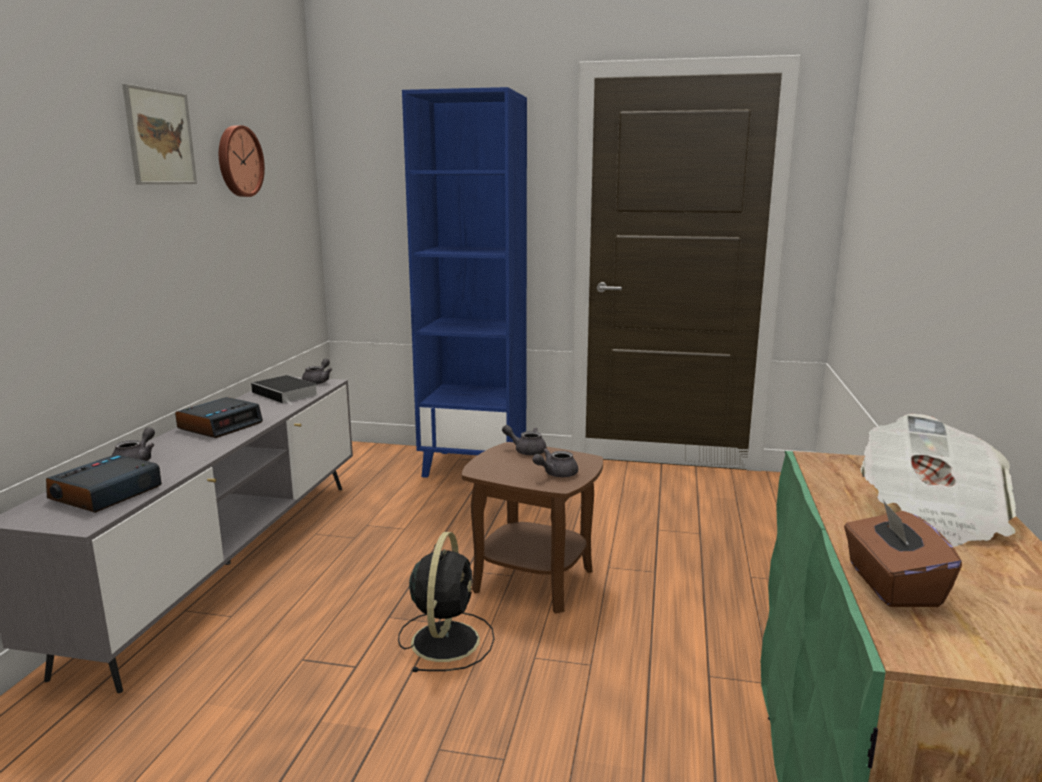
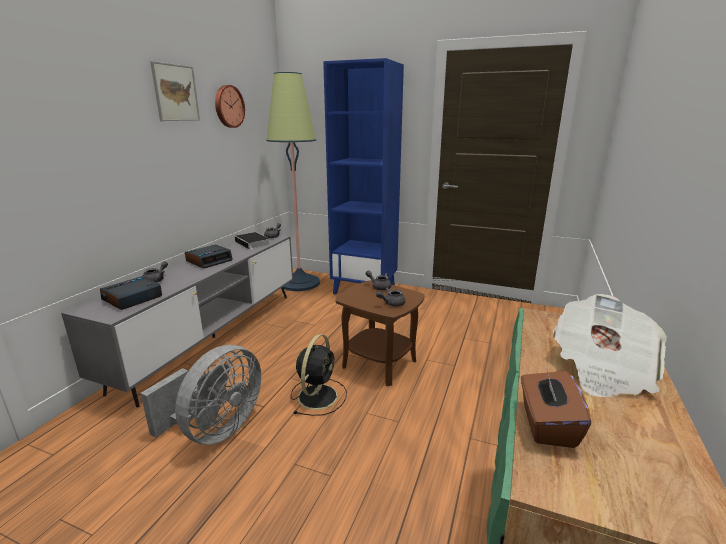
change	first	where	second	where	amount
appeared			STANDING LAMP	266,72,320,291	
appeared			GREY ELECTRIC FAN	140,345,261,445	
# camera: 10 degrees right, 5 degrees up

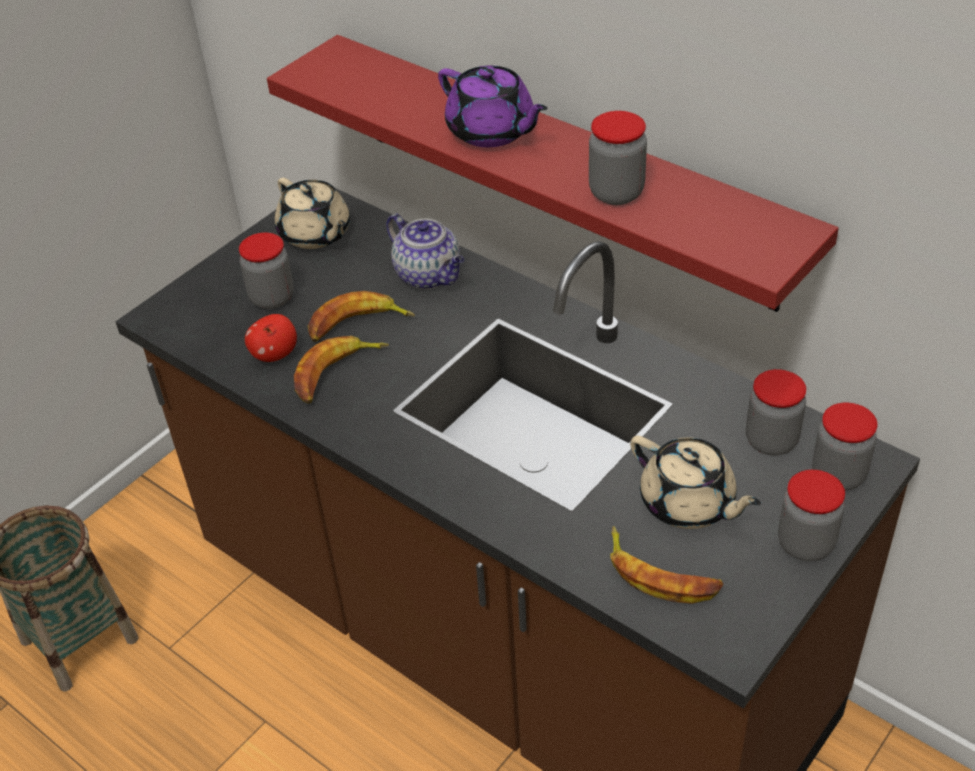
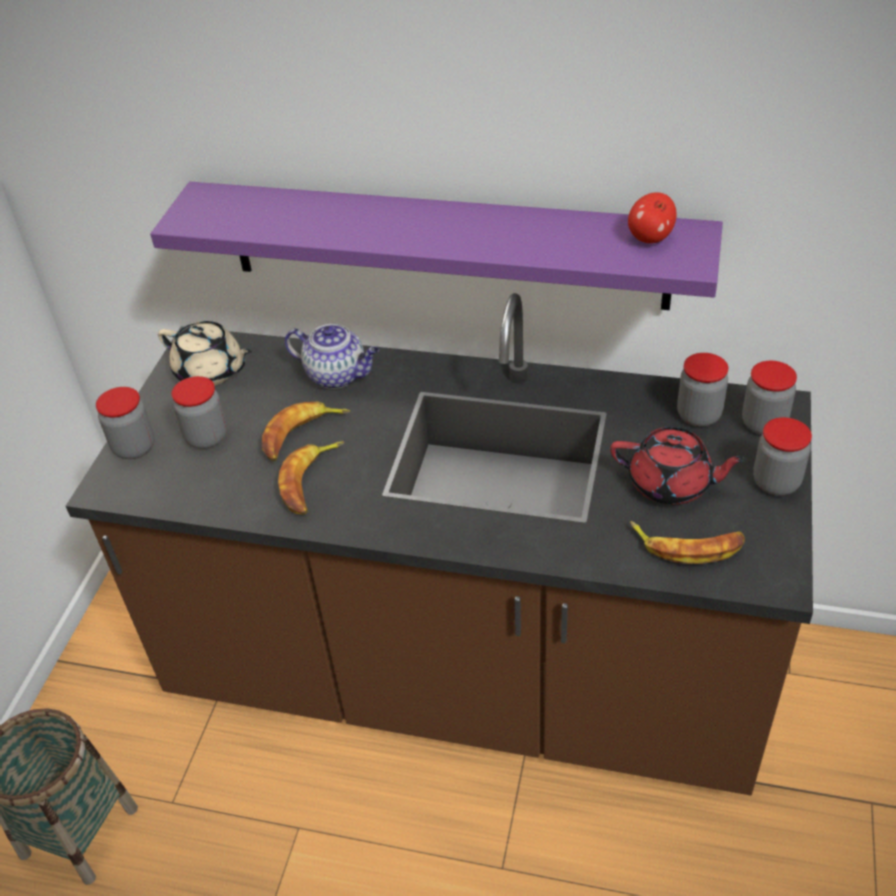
change	first	where	second	where	amount
colour	RED-COLOURED SHELF	267,35,839,312	PURPLE SHELF	150,182,723,310	
missing	PURPLE TEAPOT	438,65,548,147			
relocated	JAR	589,111,647,205		96,387,154,459	
relocated	APPLE FRUIT	245,314,297,362		628,192,677,243	
colour	BEIGE-COLOURED TEAPOT	630,435,761,529	RED-COLOURED TEAPOT	610,427,747,504	
# camera: 25 degrees left, 0 degrees up

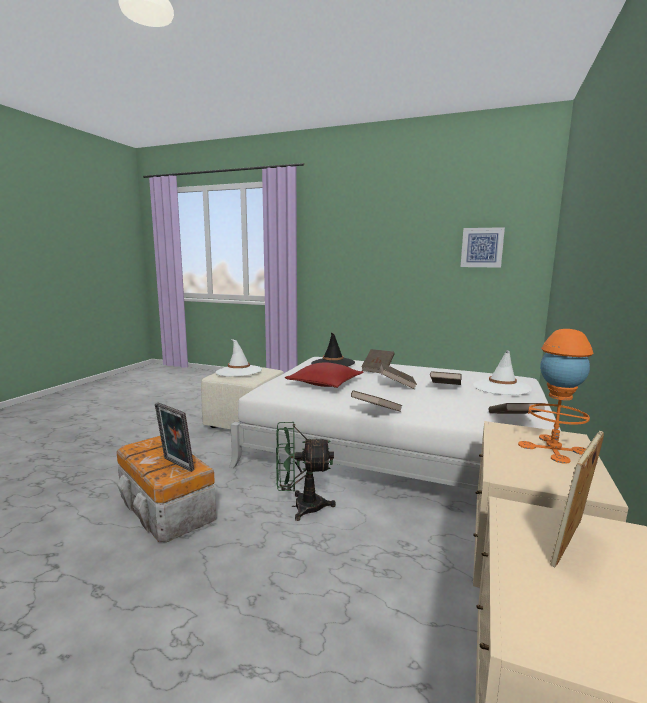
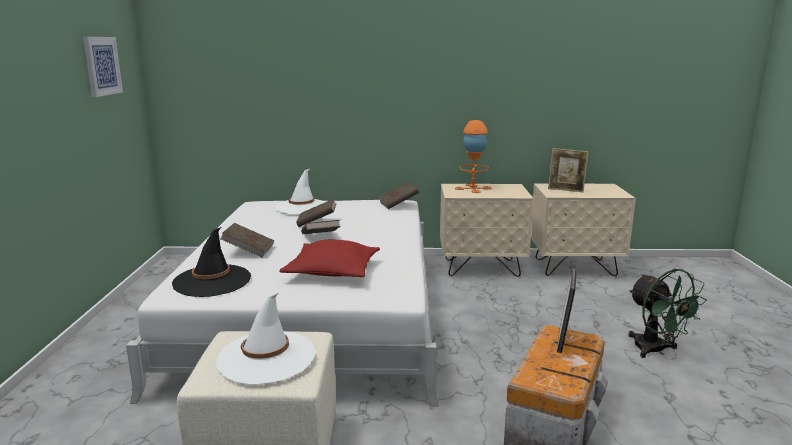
change	first	where	second	where	amount
missing	BROWNISH BOOK	351,390,403,412			
relocated	GREEN ELECTRIC FAN	276,422,336,521		628,268,707,358	
# camera: 110 degrees left, 5 degrees up

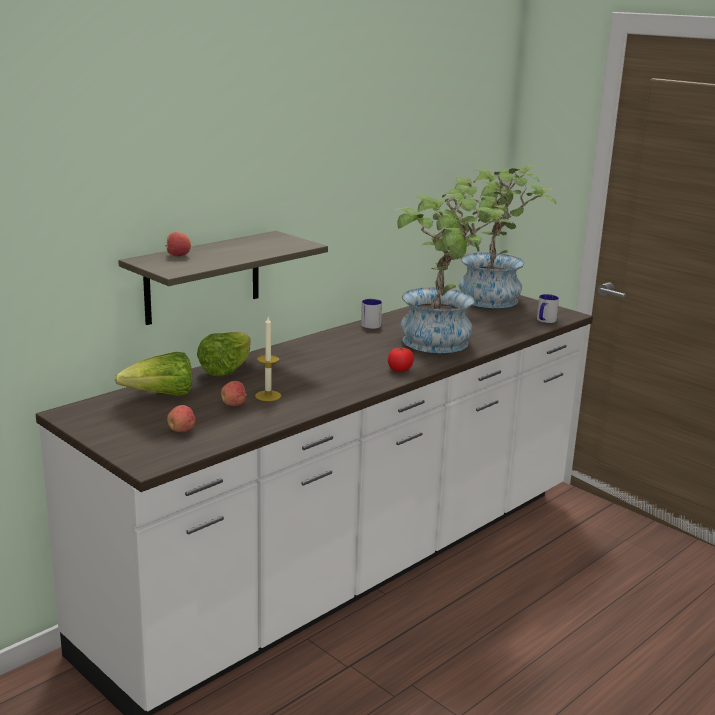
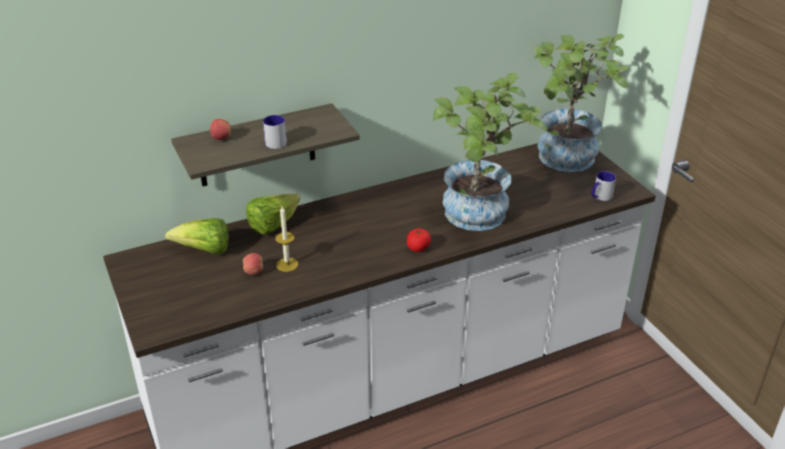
change	first	where	second	where	amount
relocated	COFFEE MUG	361,299,382,329		263,115,287,149	
missing	APPLE FRUIT	167,405,195,432			
# camera: 20 degrees right, 15 degrees up

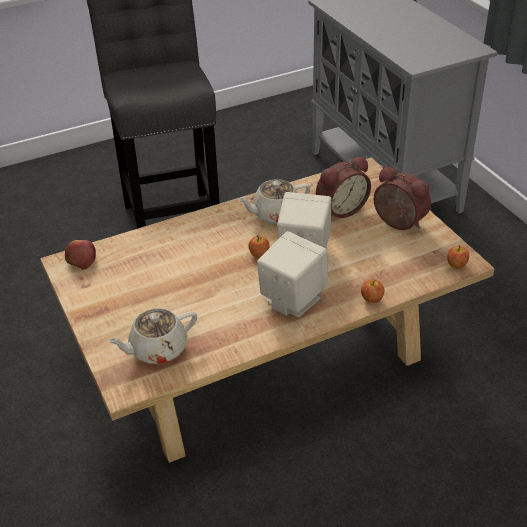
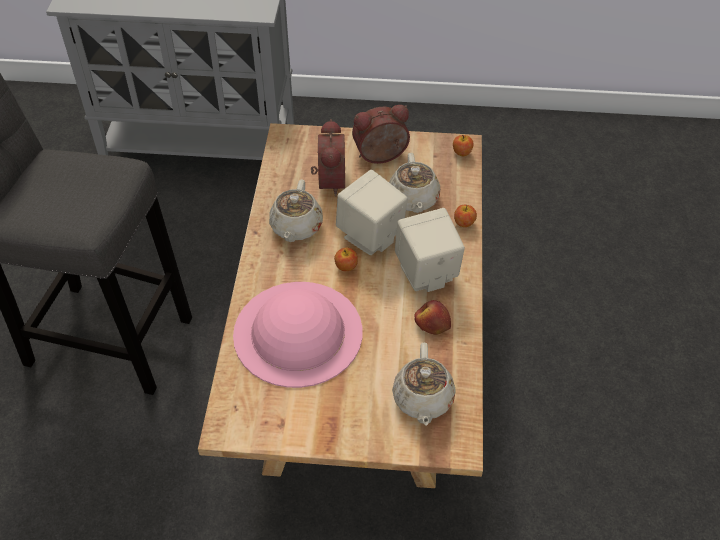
change	first	where	second	where	amount
relocated	APPLE FRUIT	65,240,96,270		415,300,451,335	
appeared			BEIGE-COLOURED TEAPOT	389,153,440,213	
appeared			PINKISH CLOTHING HAT	233,282,363,388	
# camera: 60 degrees left, 10 degrees up

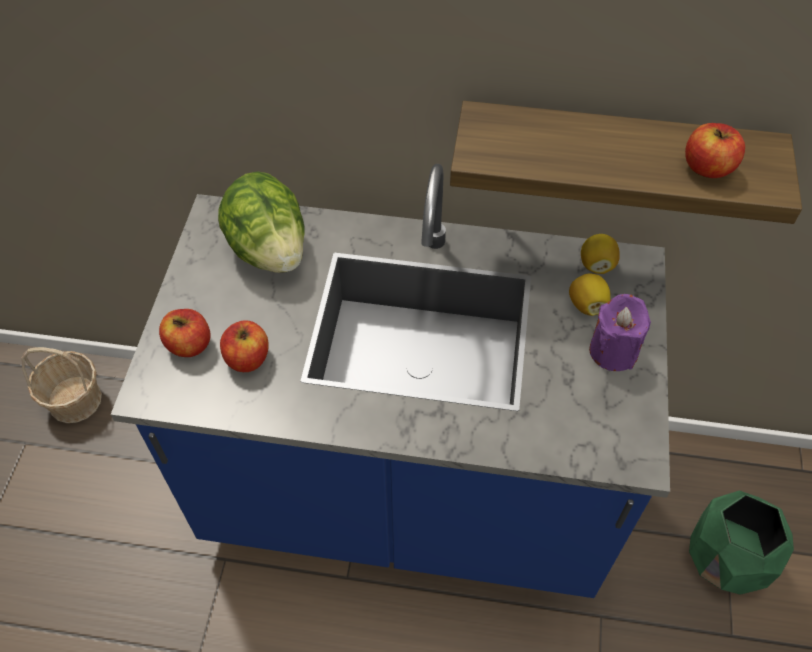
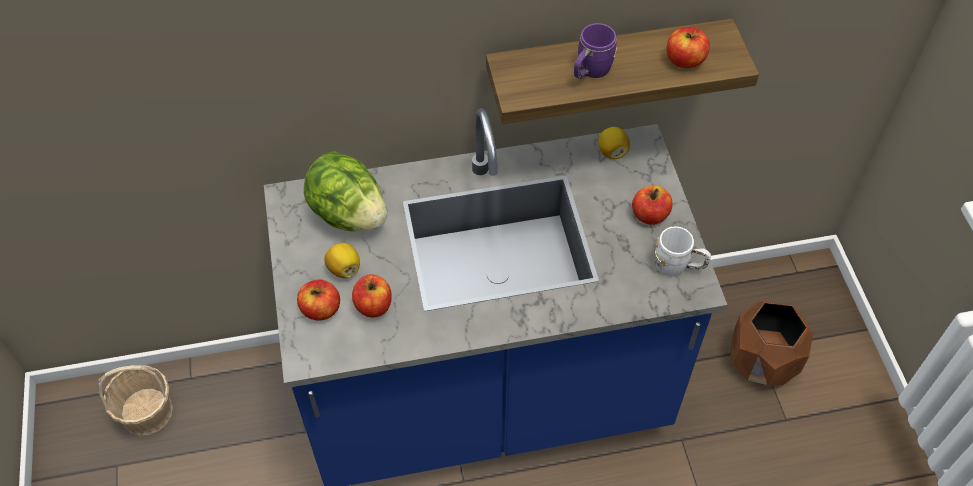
change	first	where	second	where	amount
relocated	CITRUS FRUIT	569,273,611,316		325,243,360,278	
exchanged	PURPLE CANDLE	589,294,651,371	APPLE FRUIT	632,186,673,225	
colour	GREEN PLANT POT	689,491,794,595	BROWNISH PLANT POT	730,301,813,385	
appeared			PURPLE COFFEE MUG	574,23,617,79	
appeared			WHITISH COFFEE MUG	654,226,711,276	
# camera: 20 degrees left, 0 degrees up

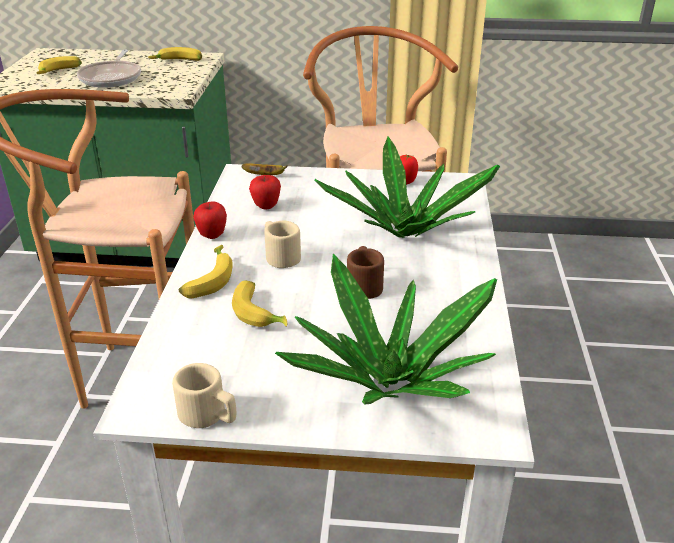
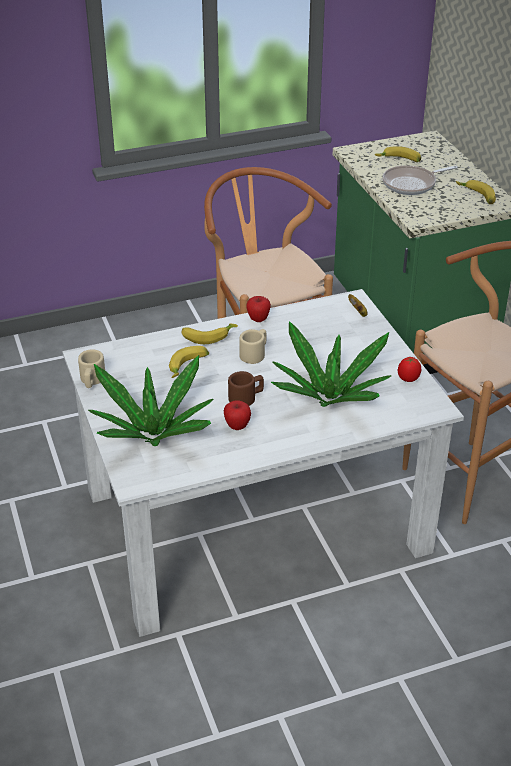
change	first	where	second	where	amount
relocated	APPLE FRUIT	249,175,281,209		224,400,251,430	
# camera: 65 degrees right, 5 degrees up

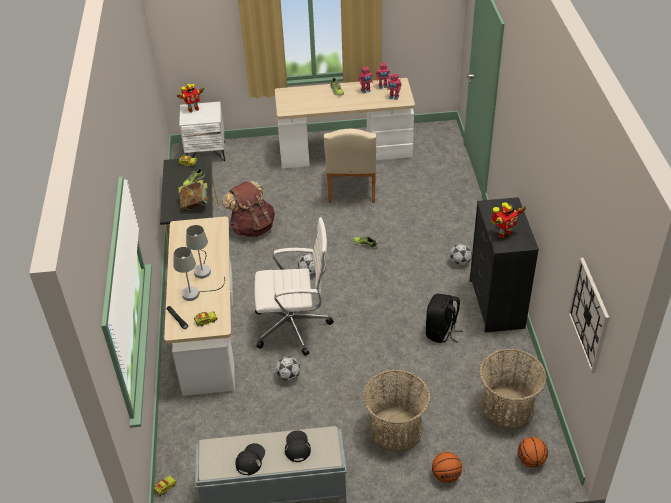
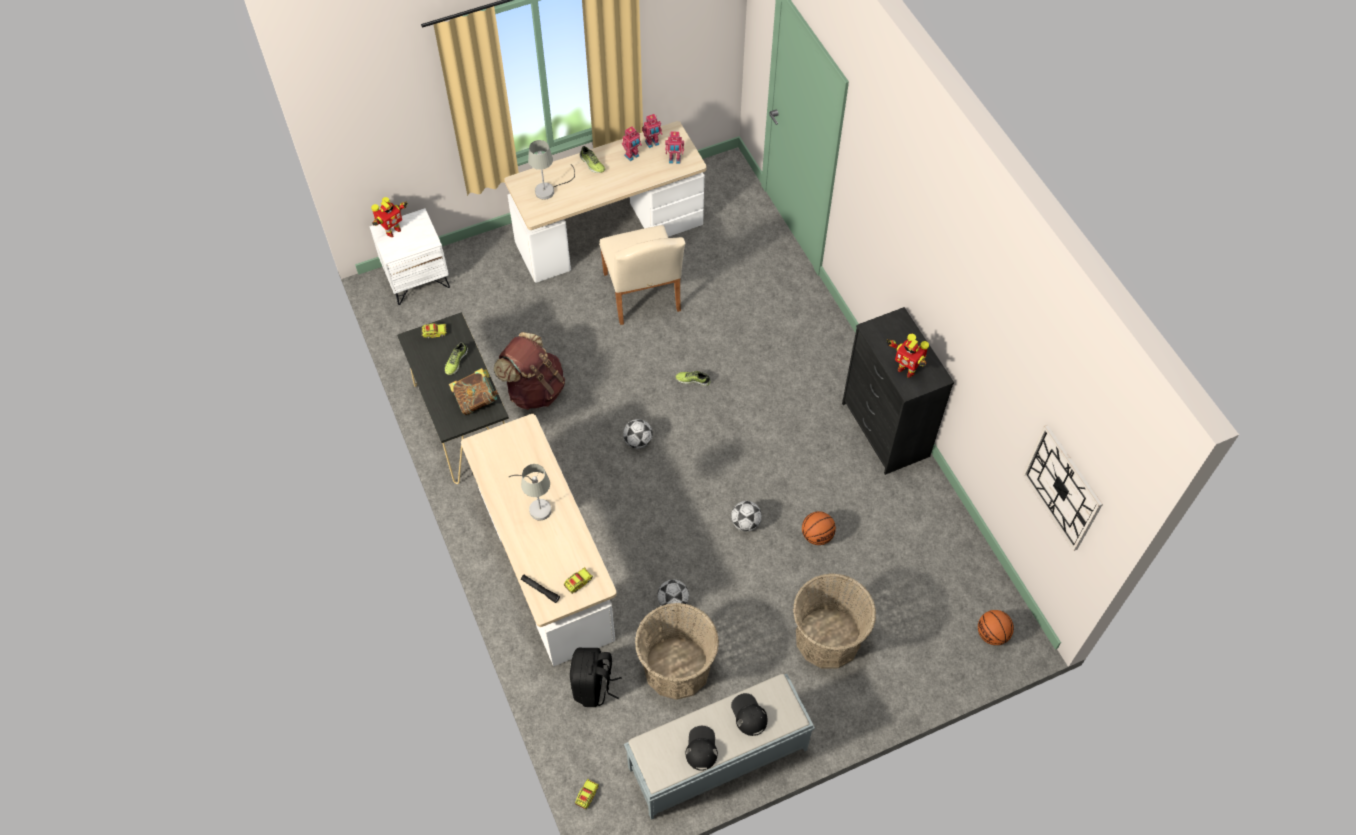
change	first	where	second	where	amount
spun	ROBOT FIGURE	492,202,526,239		887,334,929,378	90 degrees clockwise
missing	WHITISH DESK CHAIR	255,217,334,356			
relocated	FOOTBALL BALL	450,244,472,266		731,501,762,532	
relocated	GREY TABLETOP LAMP	173,247,225,301		528,140,575,200	
relocated	BLACKISH KNAPSACK	426,294,463,343		570,648,622,707	
relocated	BASKET	479,348,547,429		635,603,719,700	
relocated	BASKETBALL BALL	432,452,462,483		802,511,836,545	
# camera: 20 degrees left, 15 degrees up

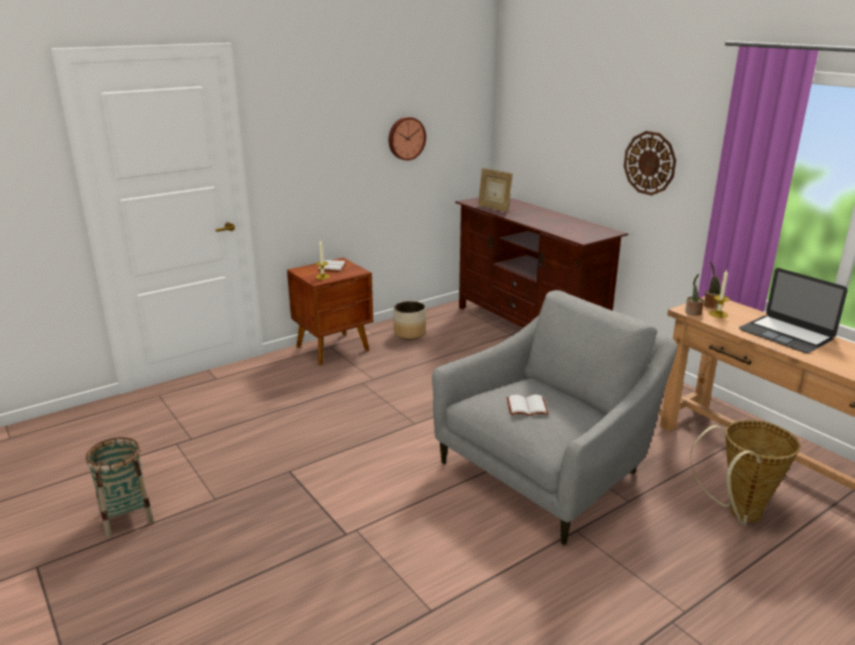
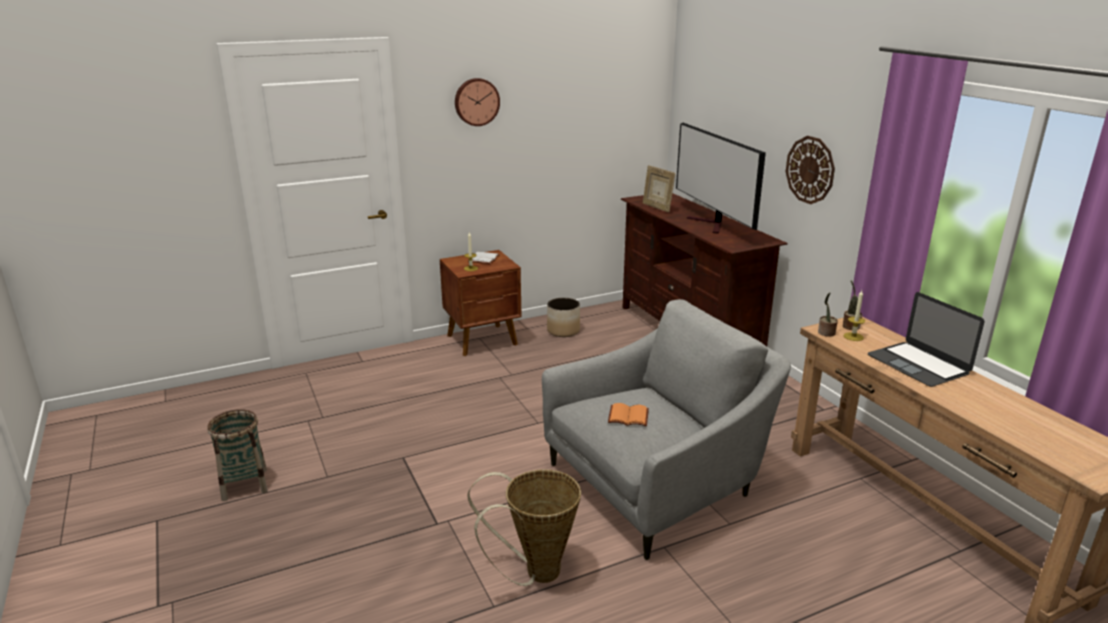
change	first	where	second	where	amount
relocated	CLOCK ON THE WALL	389,117,426,161		455,78,500,126	
colour	WHITISH BOOK	507,395,549,416	ORANGE BOOK	608,403,649,426	
relocated	BASKET	690,420,800,526		467,469,581,586	
appeared			TELEVISION	676,122,766,234	
# camera: 10 degrees right, 0 degrees up

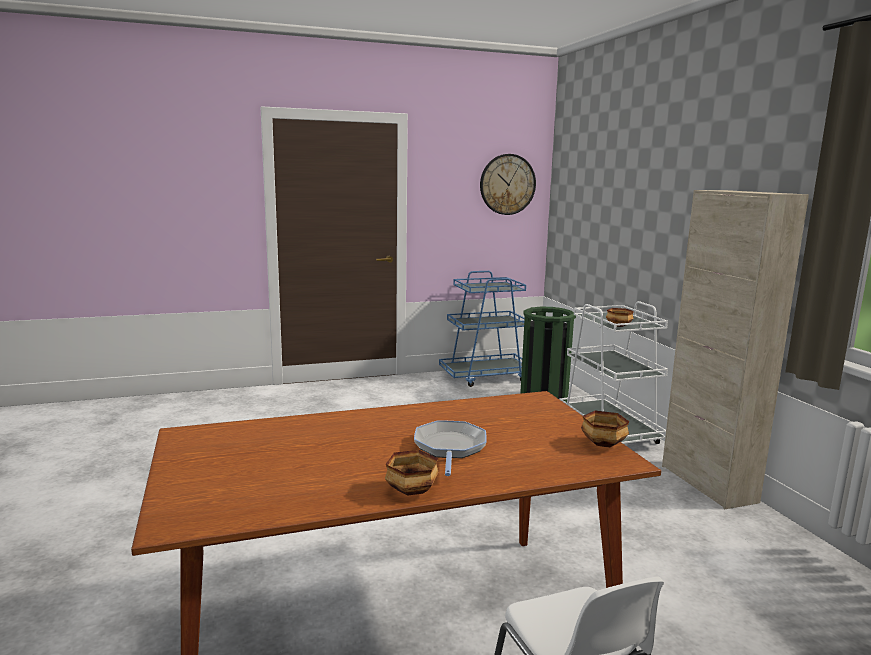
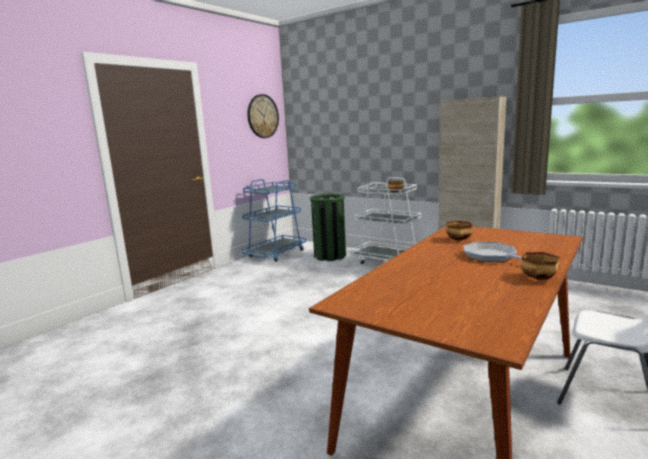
change	first	where	second	where	amount
relocated	SERVING BOWL	581,411,630,447		445,221,472,241	
# camera: 35 degrees left, 0 degrees up

